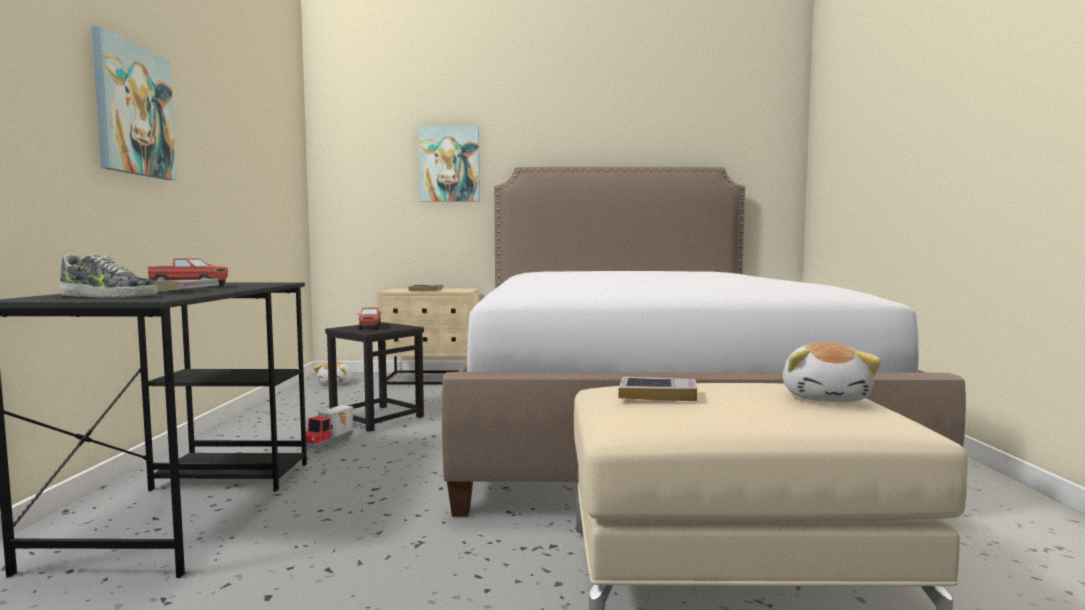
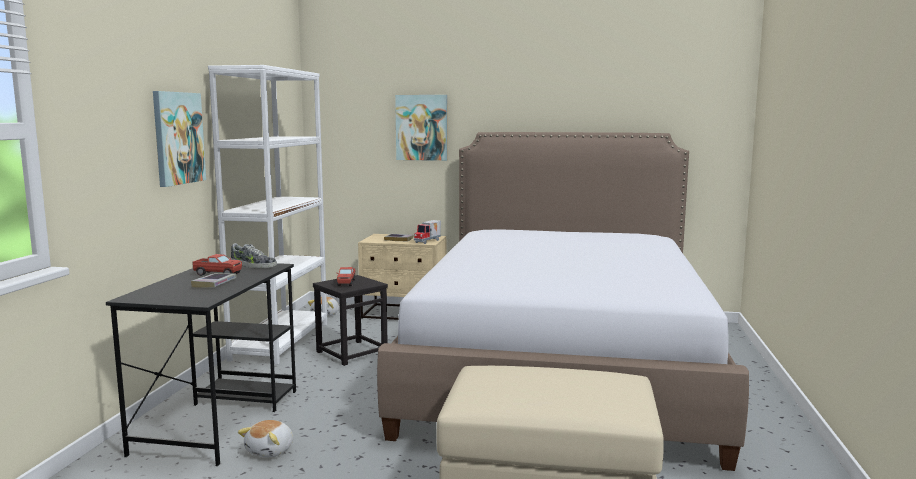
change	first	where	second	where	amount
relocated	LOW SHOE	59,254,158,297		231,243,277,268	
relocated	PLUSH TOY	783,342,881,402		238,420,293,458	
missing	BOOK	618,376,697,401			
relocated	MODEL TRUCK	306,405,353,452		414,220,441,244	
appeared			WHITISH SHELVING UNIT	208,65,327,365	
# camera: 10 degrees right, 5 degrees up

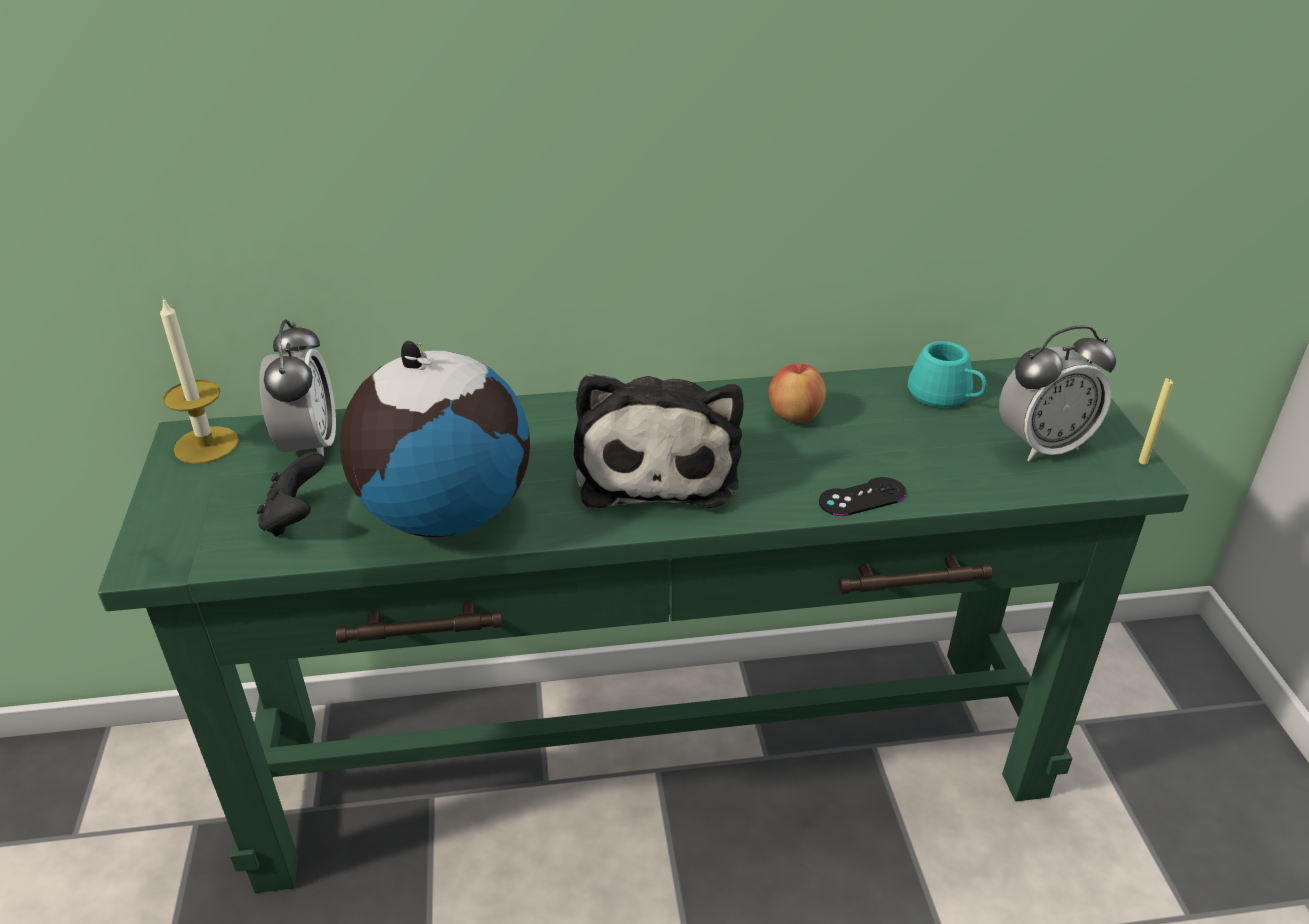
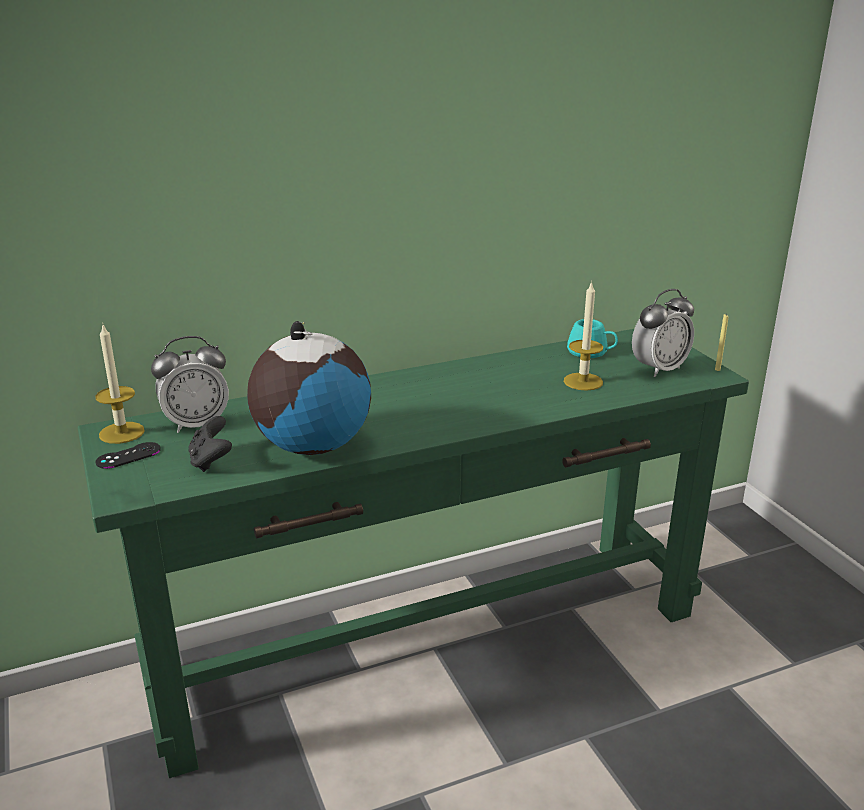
change	first	where	second	where	amount
spun	BEDSIDE CLOCK	259,319,336,457		151,336,229,433	90 degrees clockwise
missing	APPLE FRUIT	769,364,826,423			
missing	PLUSH TOY	573,373,744,508			
relocated	BLACKISH GAME CONTROLLER	819,477,906,516		95,442,161,469	
appeared			CANDLE	564,281,603,391	
# camera: 15 degrees left, 10 degrees down

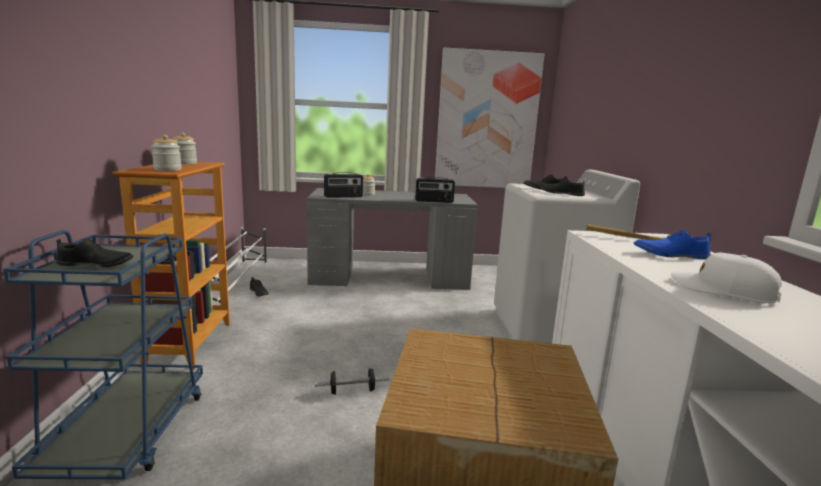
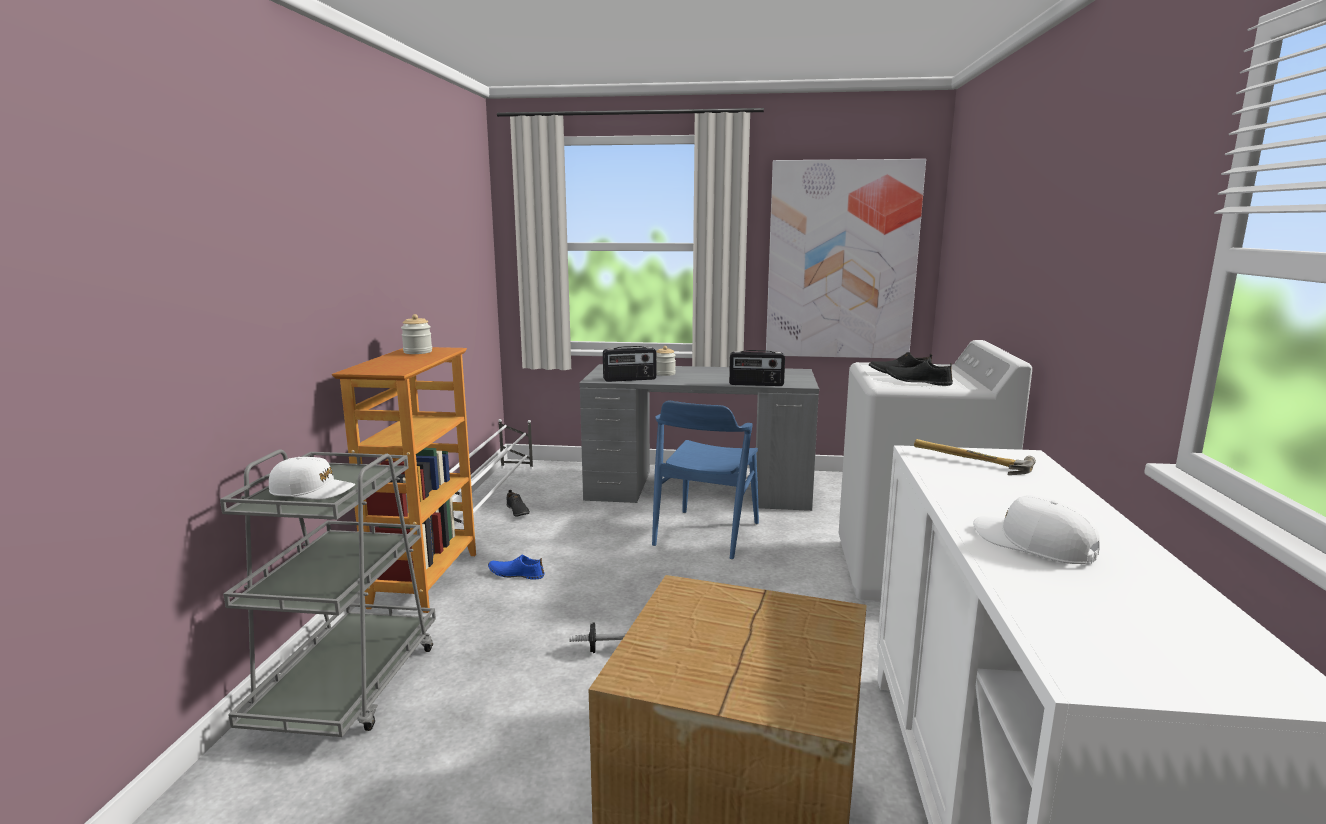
change	first	where	second	where	amount
missing	JAR	151,135,181,171			
colour	BLUE-COLOURED WHEELED CART	3,230,203,479	GREY WHEELED CART	220,450,436,737	
relocated	BLUE-COLOURED LOW SHOE	634,230,711,259		488,555,544,580	
exchanged	BLACKISH LOW SHOE	56,238,133,267	WHITISH CAP	269,457,355,500	
appeared			BLUE-COLOURED CHAIR	652,400,759,559	
# camera: 10 degrees right, 0 degrees up

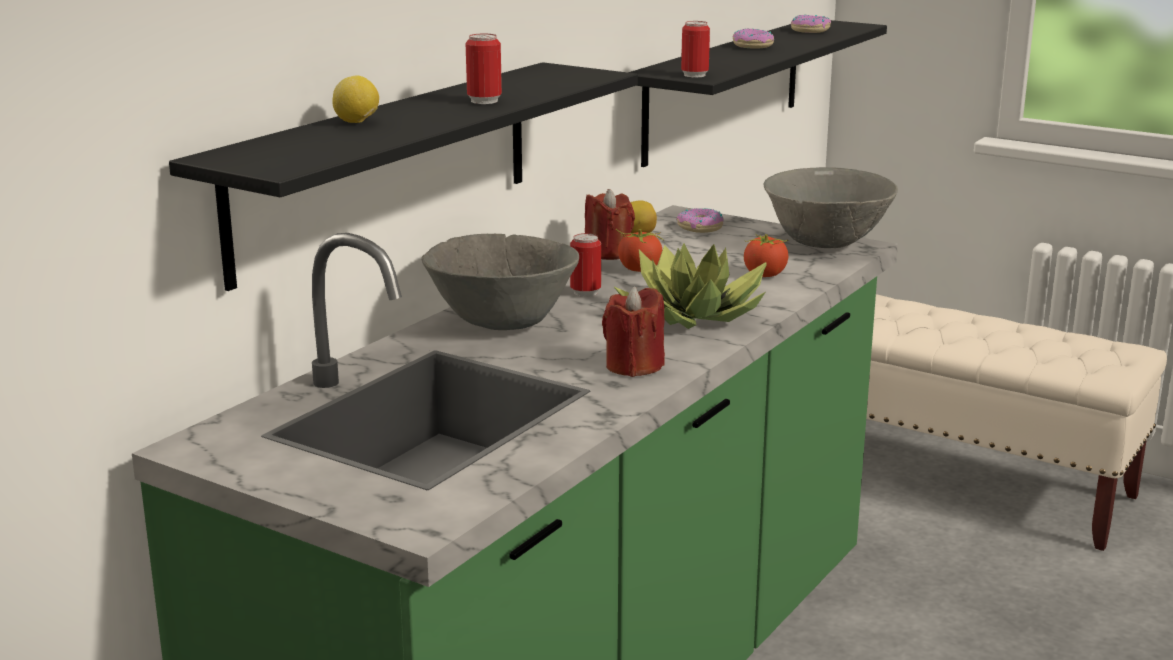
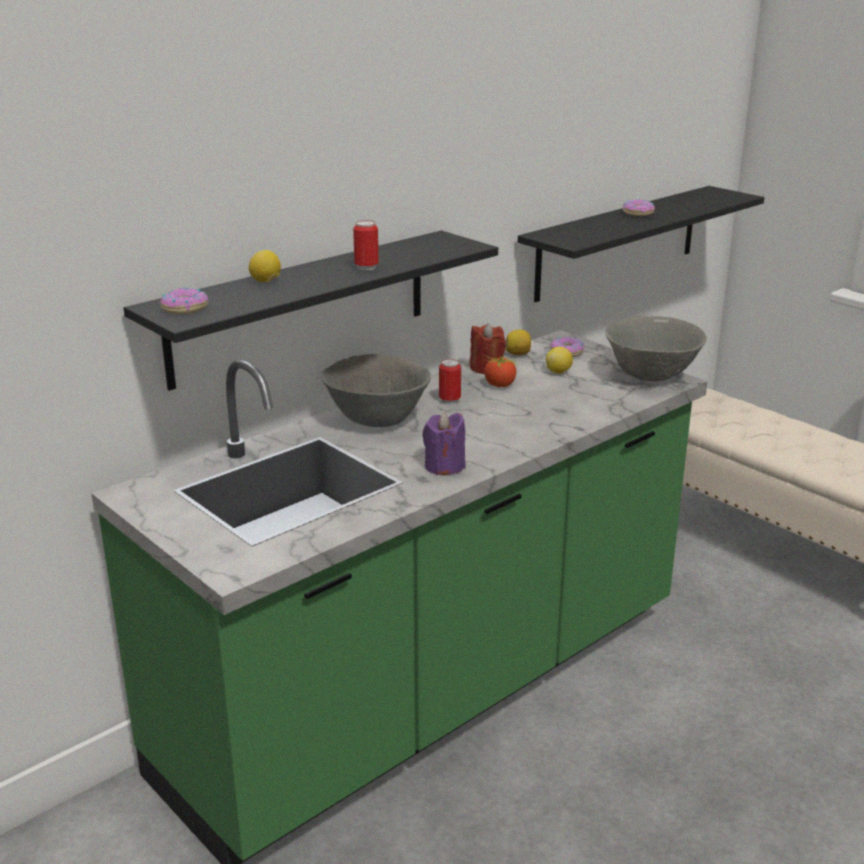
change	first	where	second	where	amount
relocated	DONUT	791,15,831,33		160,288,209,314	
missing	SEALED CAN	681,21,710,77			
missing	TOMATO	744,234,789,277			
missing	POTTED PLANT	613,244,767,329			
colour	RED-COLOURED CANDLE	602,286,665,377	PURPLE CANDLE	422,412,466,475	
appeared			CITRUS FRUIT	546,347,573,373	
# camera: 15 degrees right, 5 degrees up

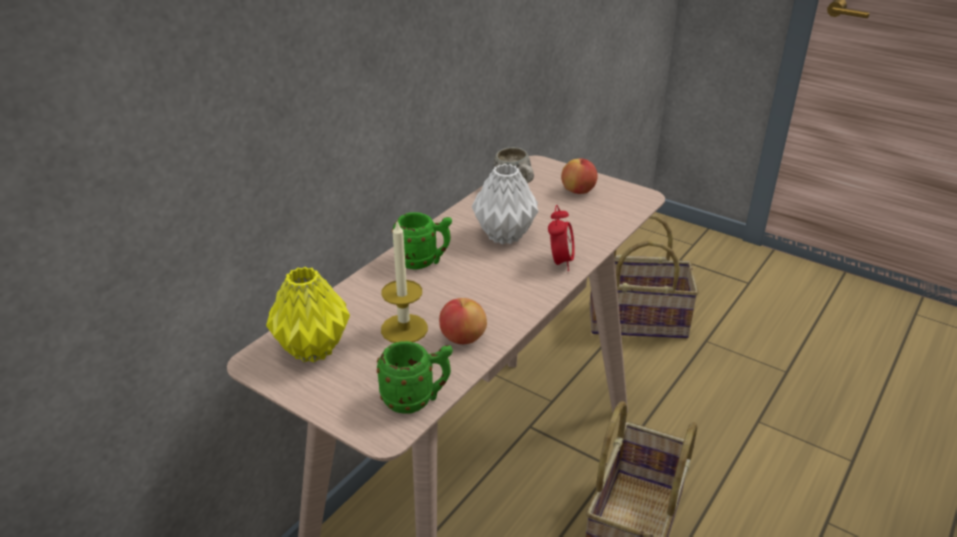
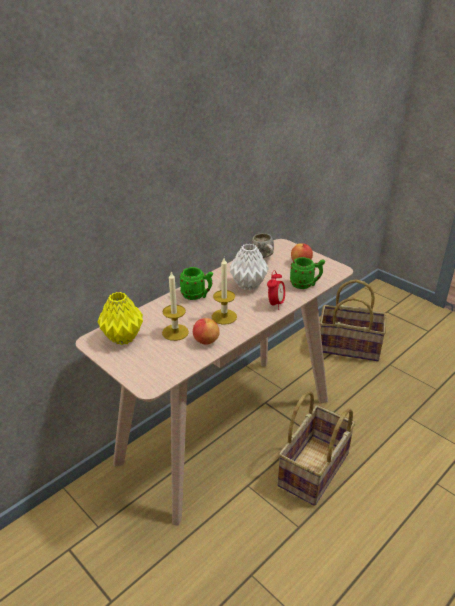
change	first	where	second	where	amount
relocated	GREEN COFFEE MUG	377,341,453,414		290,257,325,289	
appeared			CANDLE	212,258,237,325	
# camera: 10 degrees right, 0 degrees up

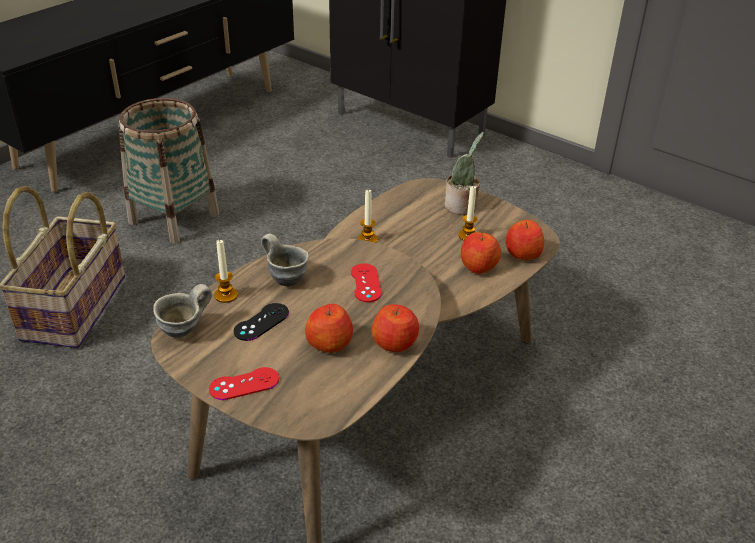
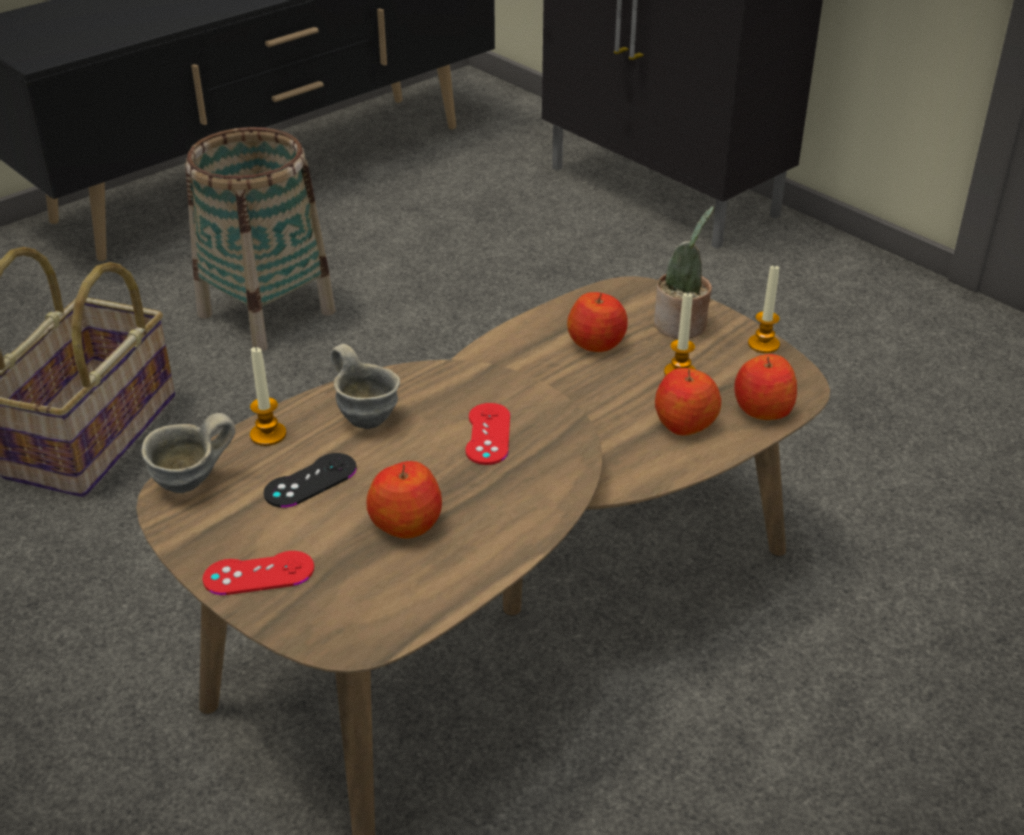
change	first	where	second	where	amount
relocated	CANDLE	358,189,378,243		748,266,780,353	
relocated	APPLE FRUIT	371,304,419,352		567,292,628,352	
# camera: 10 degrees right, 0 degrees up

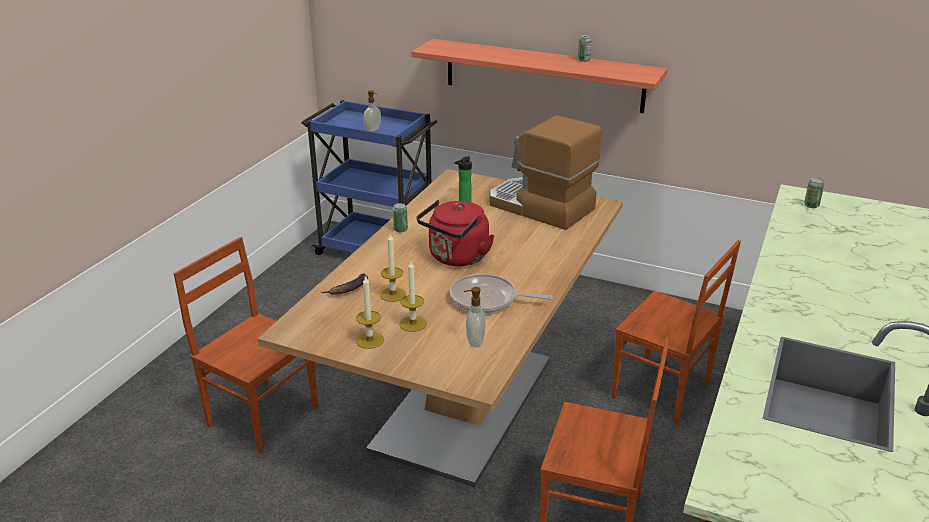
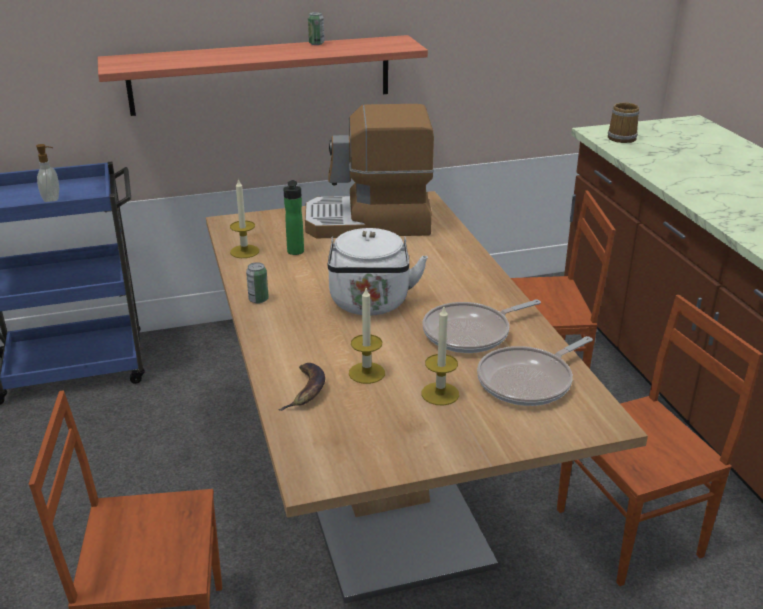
change	first	where	second	where	amount
exchanged	SEALED CAN	804,178,824,208	COFFEE MUG	608,103,640,143	
colour	RED-COLOURED KETTLE	417,200,494,266	WHITISH KETTLE	328,228,428,315	
relocated	CANDLE	356,275,384,349		230,178,259,258	
exchanged	SOAP BOTTLE	464,287,486,347	FRYING PAN	477,336,593,406	
# camera: 40 degrees left, 0 degrees up

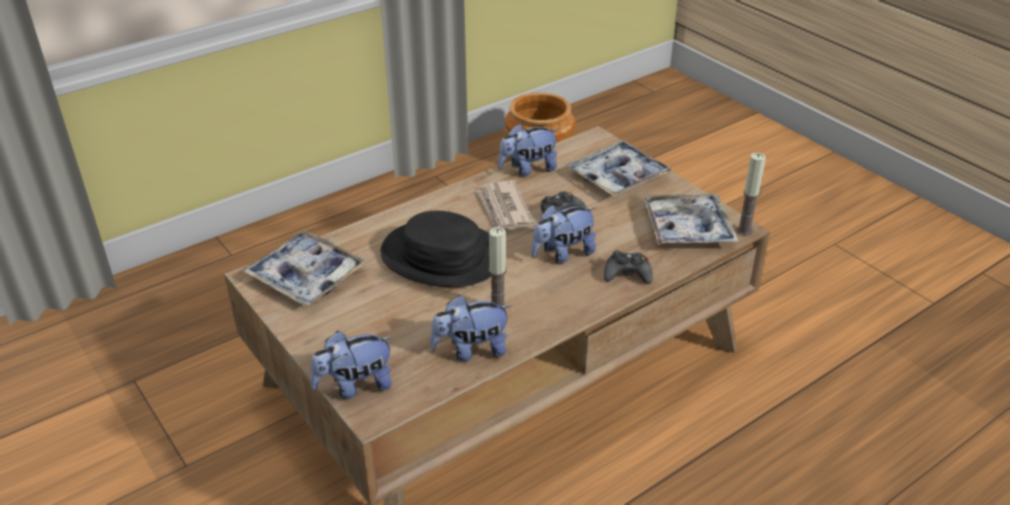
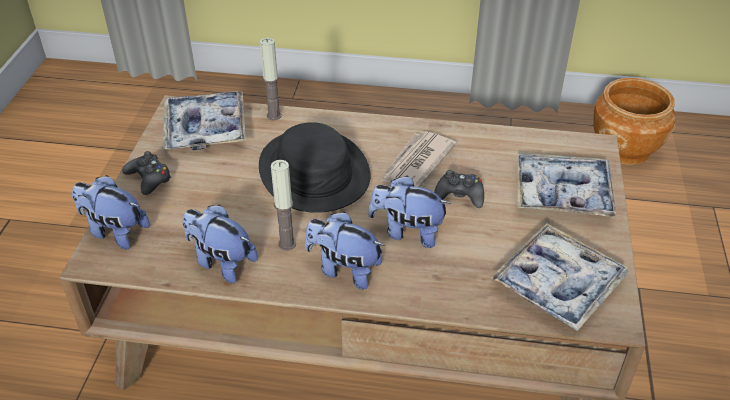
change	first	where	second	where	amount
relocated	PLUSH TOY	498,124,559,177		305,212,385,290	
relocated	CANDLE	737,153,766,236		260,37,282,120	
relocated	BLACKISH GAME CONTROLLER	604,250,653,284		122,151,172,195	
# camera: 45 degrees right, 5 degrees up

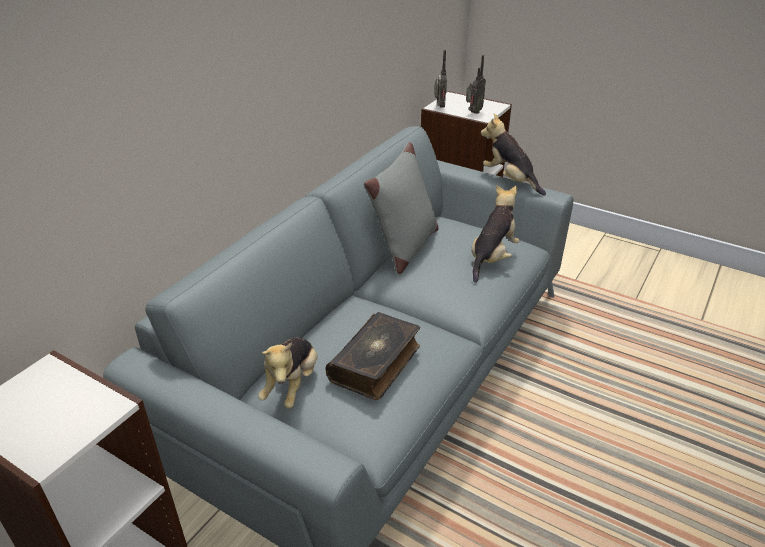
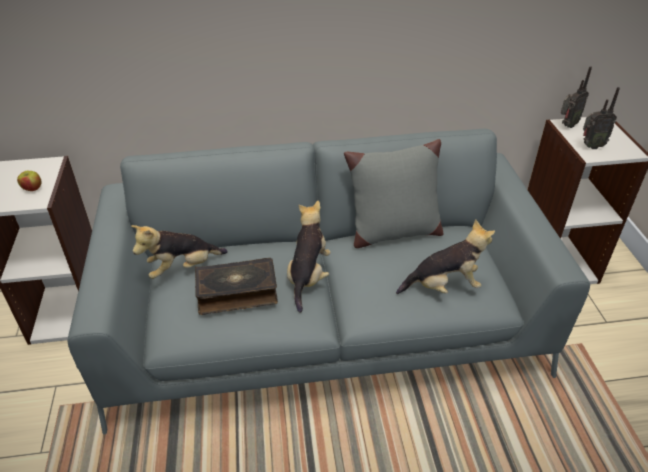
change	first	where	second	where	amount
relocated	PLUSH TOY	481,114,546,196		287,200,331,313	
appeared			APPLE FRUIT	17,171,42,191	
# camera: 50 degrees right, 5 degrees up

